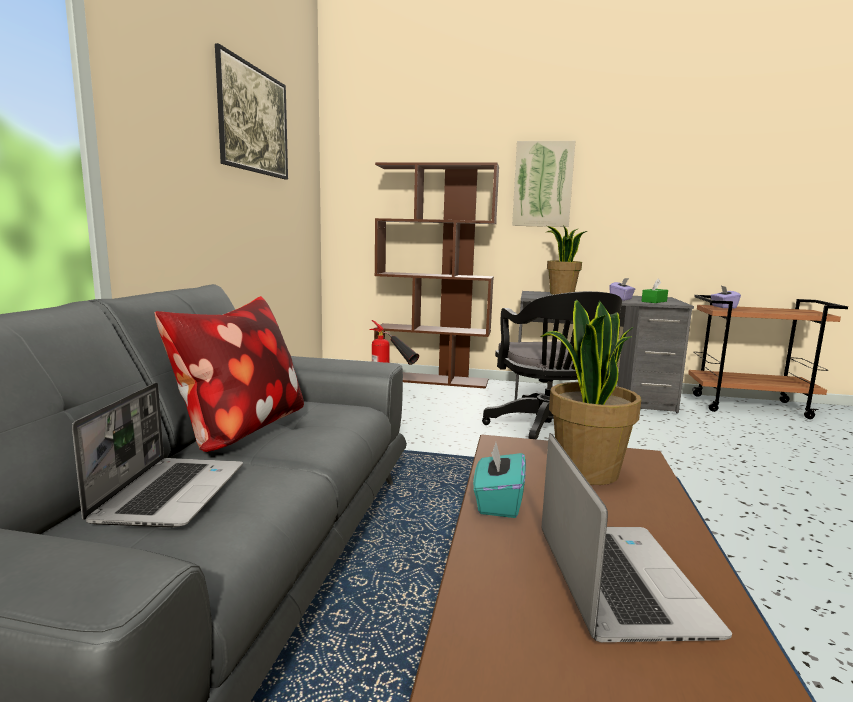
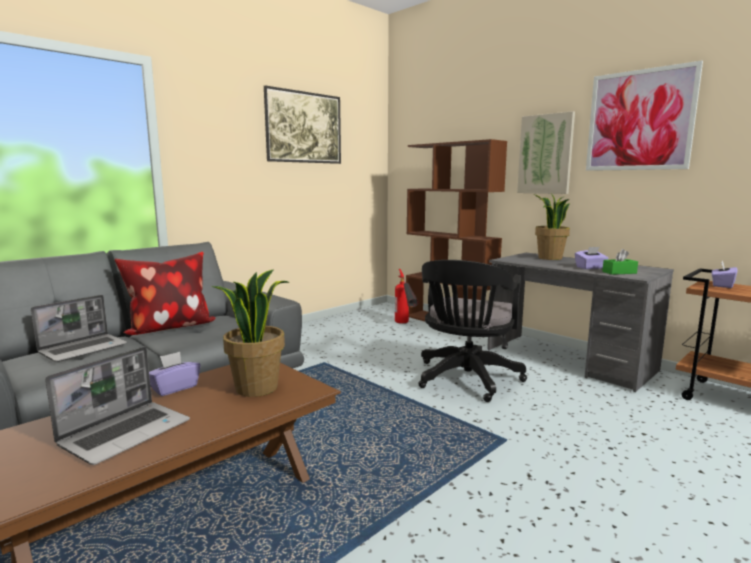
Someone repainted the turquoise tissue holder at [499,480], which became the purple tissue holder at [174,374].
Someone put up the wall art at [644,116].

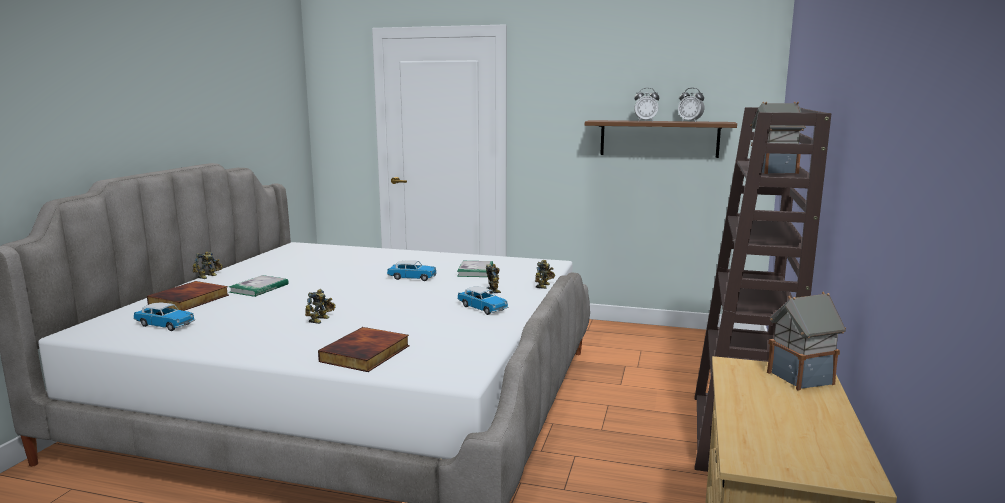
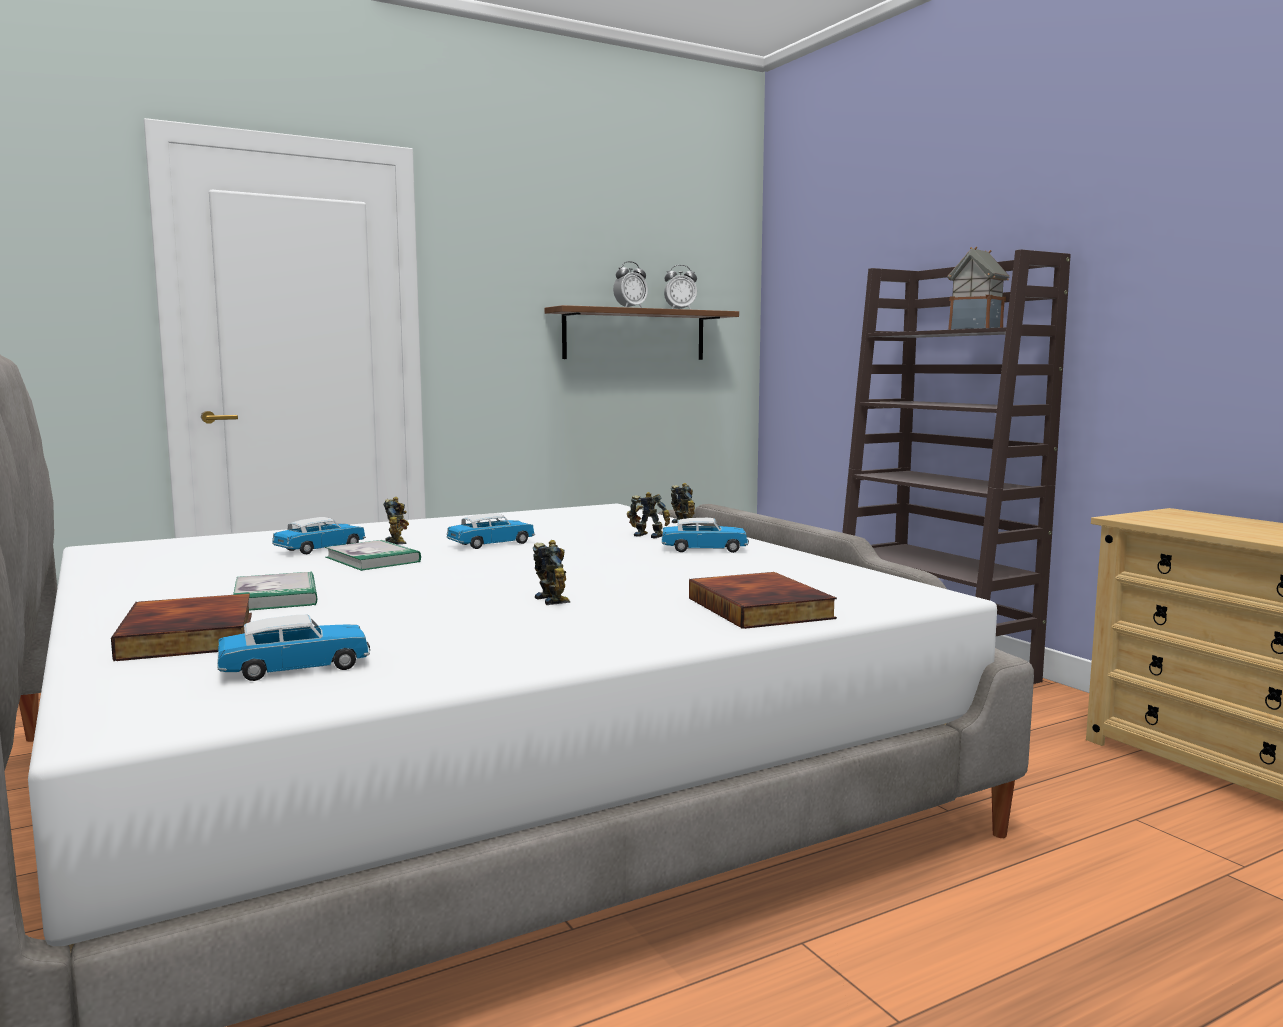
Someone put down the toy car at [319,535].
Someone carried the bound book from [475,269] to [373,555].
Someone carried the robot figure from [207,265] to [396,520].
Someone took away the toy house at [806,340].

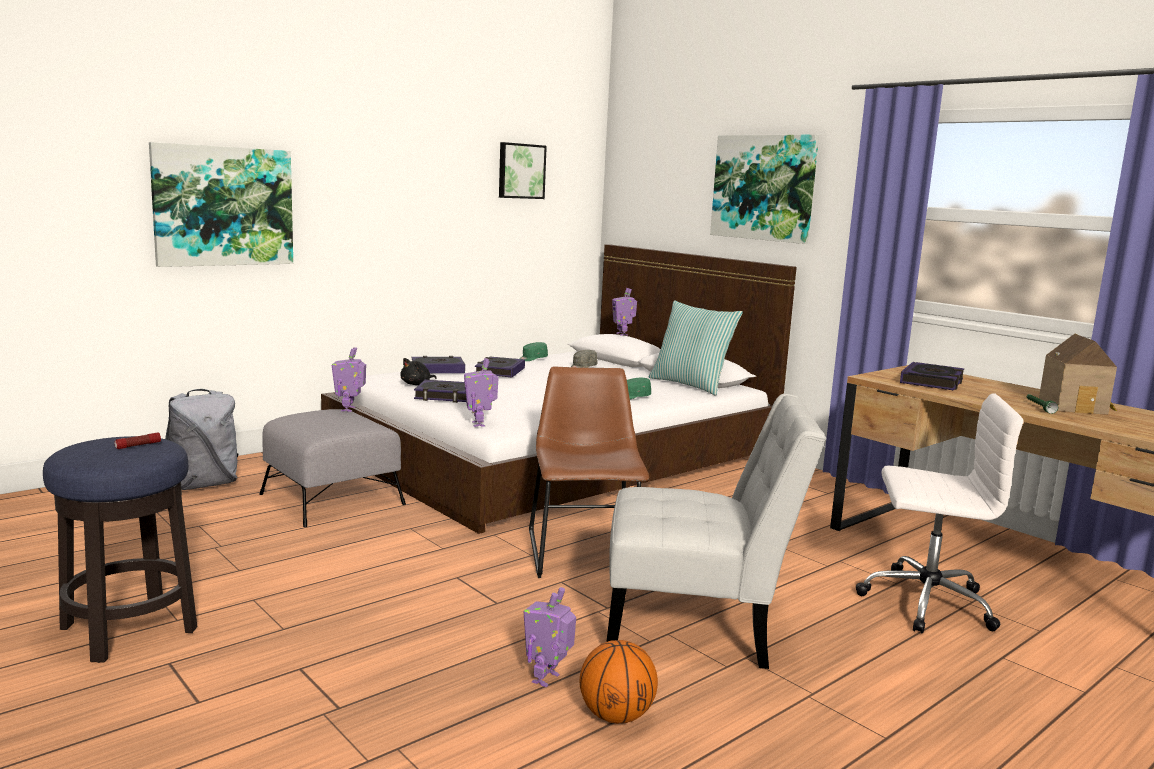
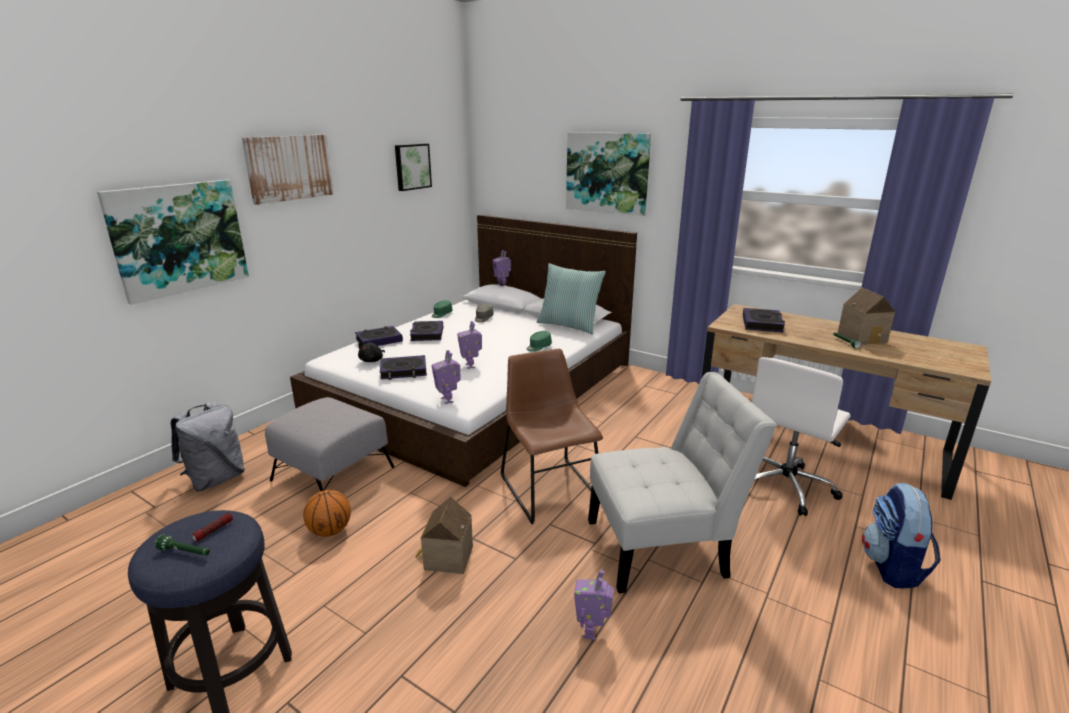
Someone put down the green hand torch at [182,545].
Someone put up the wall art at [288,170].
Someone carried the basketball from [619,682] to [327,513].
Someone put down the toy house at [444,535].
Someone carried the robot figure from [349,379] to [469,345].
Someone rotated the white-coloured office chair at [940,513] by 135 degrees clockwise.
Someone put down the backpack at [901,535].

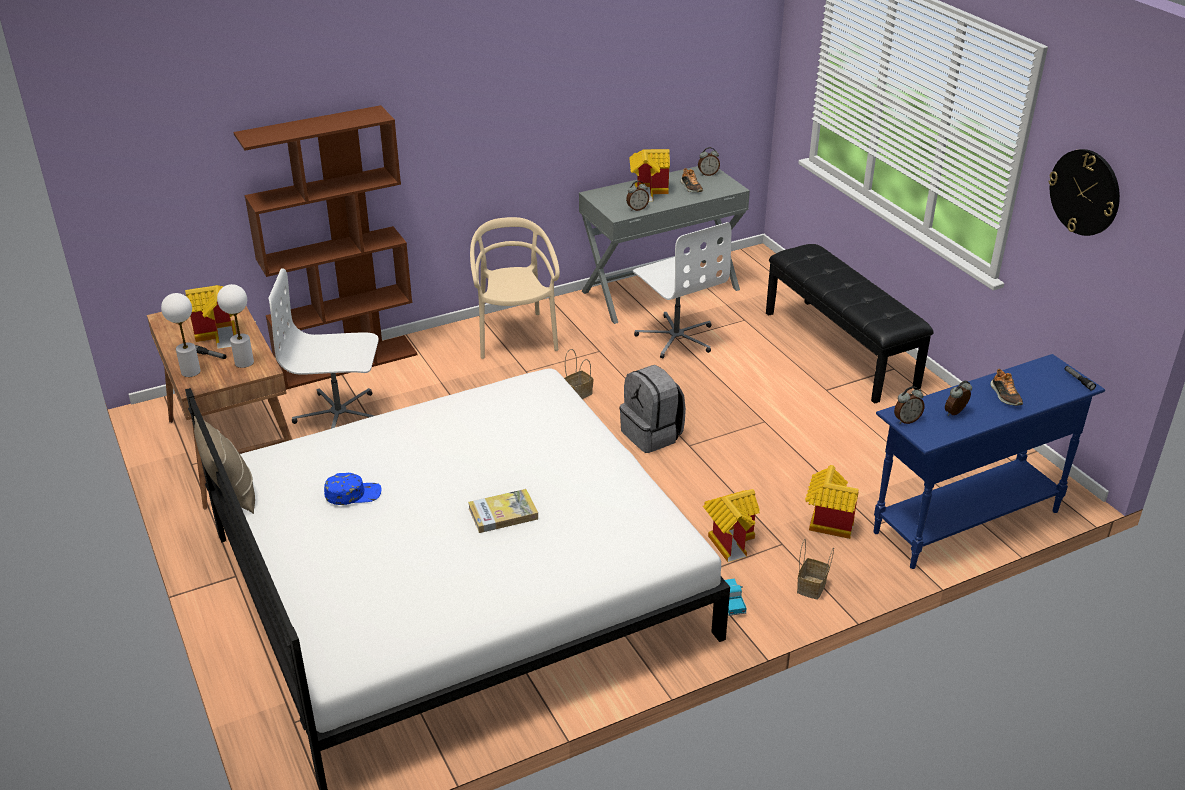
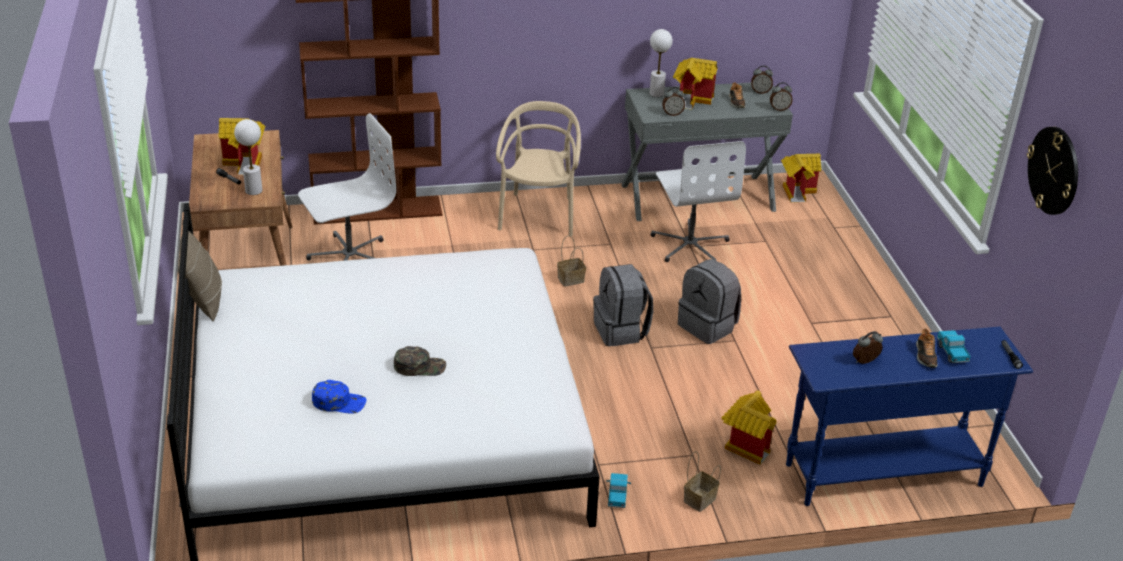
Someone rotated the white-coloured office chair at [323,348] by 135 degrees clockwise.
Someone carried the blue peaked cap from [353,489] to [339,397].
Someone swapped the bound book at [503,511] for the green peaked cap at [420,361].
Someone carried the white-coloured table lamp from [181,335] to [661,63].
Someone put down the greyish backpack at [709,301].
Someone carried the table clock from [909,405] to [781,96].
Someone carried the toy house from [731,525] to [801,178].
Someone put down the toy lorry at [954,346].
Someone took away the blackish indoor bench at [850,324].

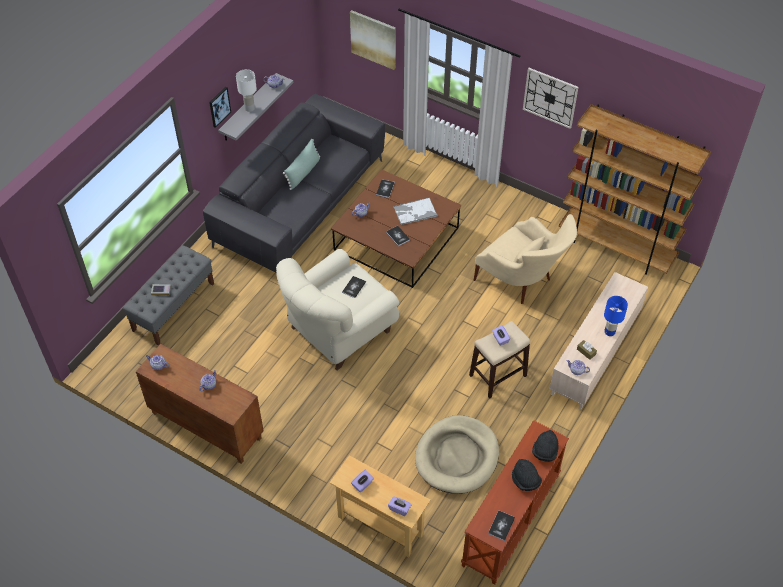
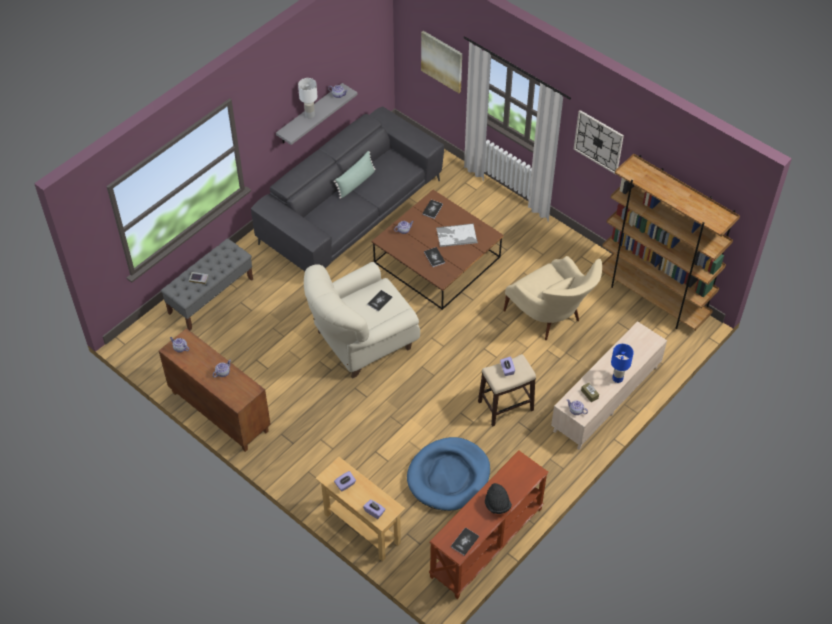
Someone repainted the beige dog cushion at [457,454], which became the blue dog cushion at [448,474].
Someone took away the wall art at [220,107].
Someone took away the blackish clothing hat at [545,446].

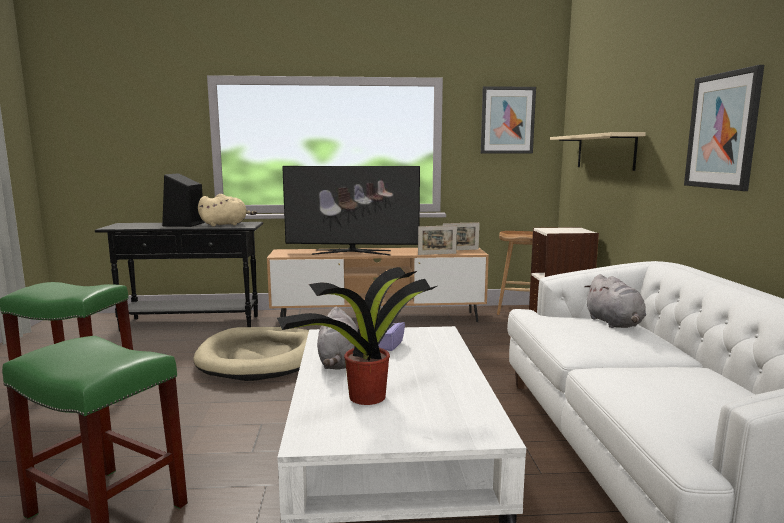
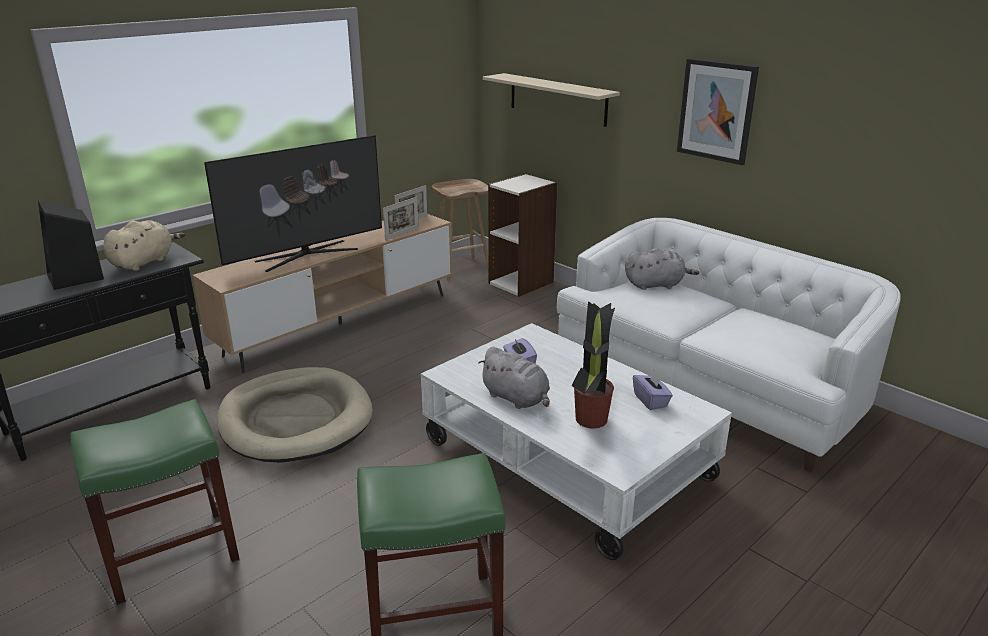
Someone rotated the greyish soft toy at [615,301] by 45 degrees counterclockwise.
Someone put down the purple tissue holder at [653,390].
Someone took away the wall art at [508,120].

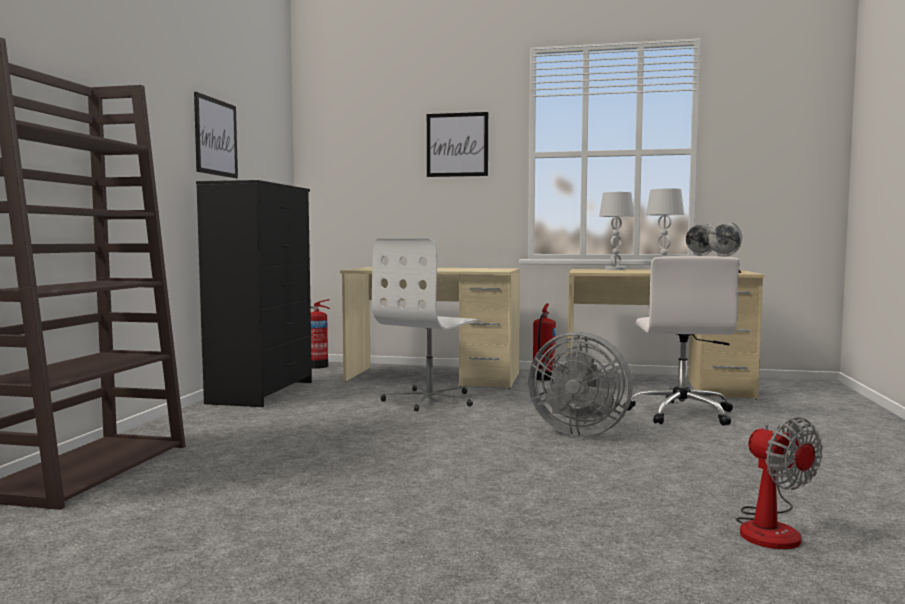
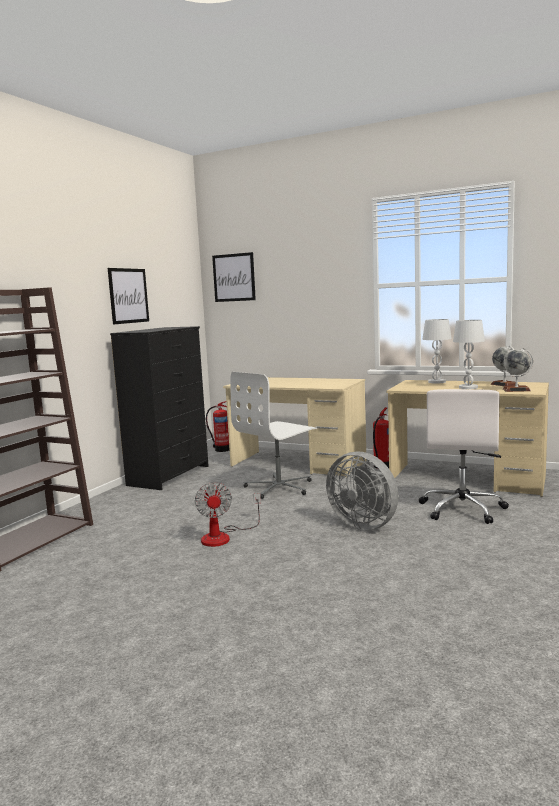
Someone carried the fan from [779,483] to [228,514].
Someone carried the wall art from [457,144] to [234,277].

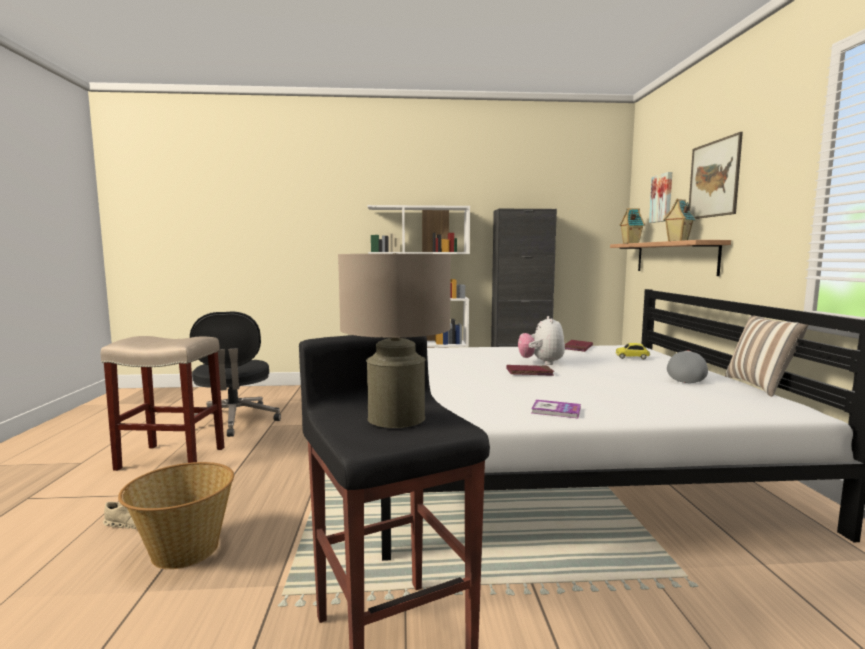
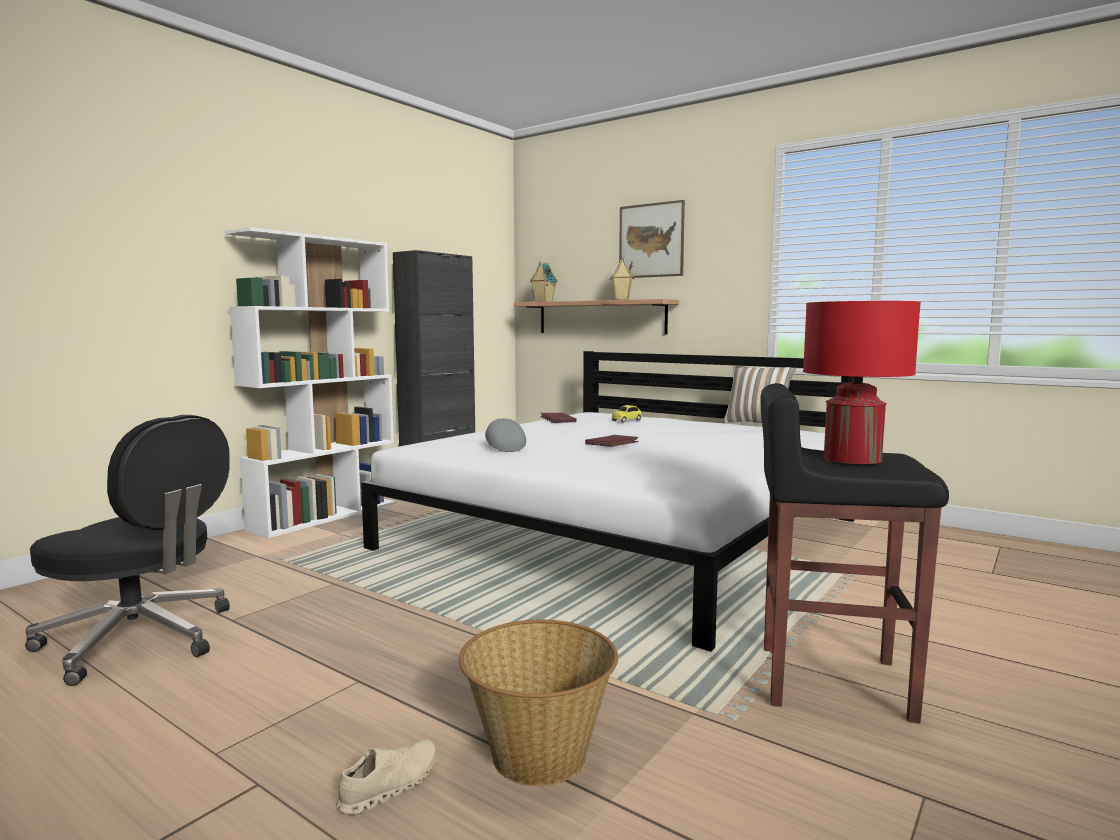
Someone carried the greyish peaked cap from [687,367] to [505,435].
Someone repainted the beige table lamp at [394,340], which became the red-coloured table lamp at [862,382].
Someone took away the beige stool at [162,403].
Someone took away the soft toy at [541,340].
Someone took away the bound book at [556,409].
Someone took away the wall art at [660,197].

